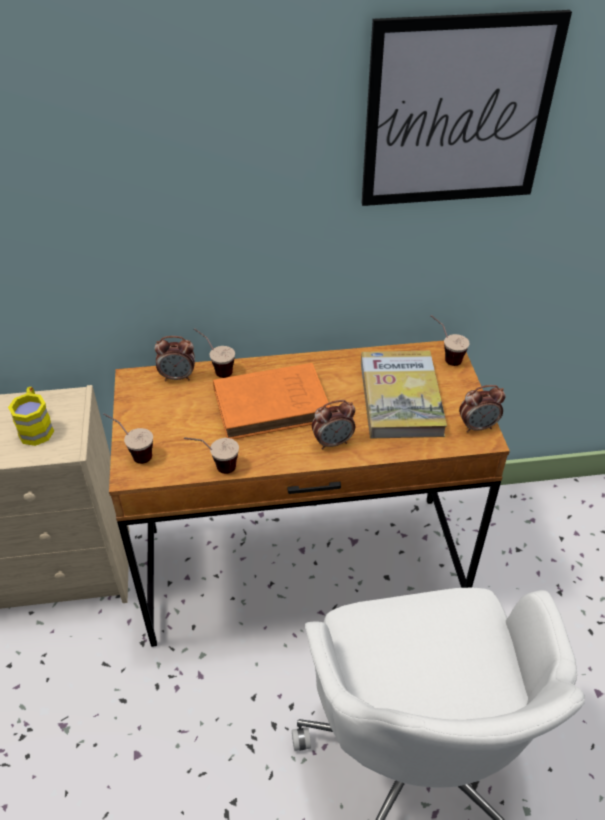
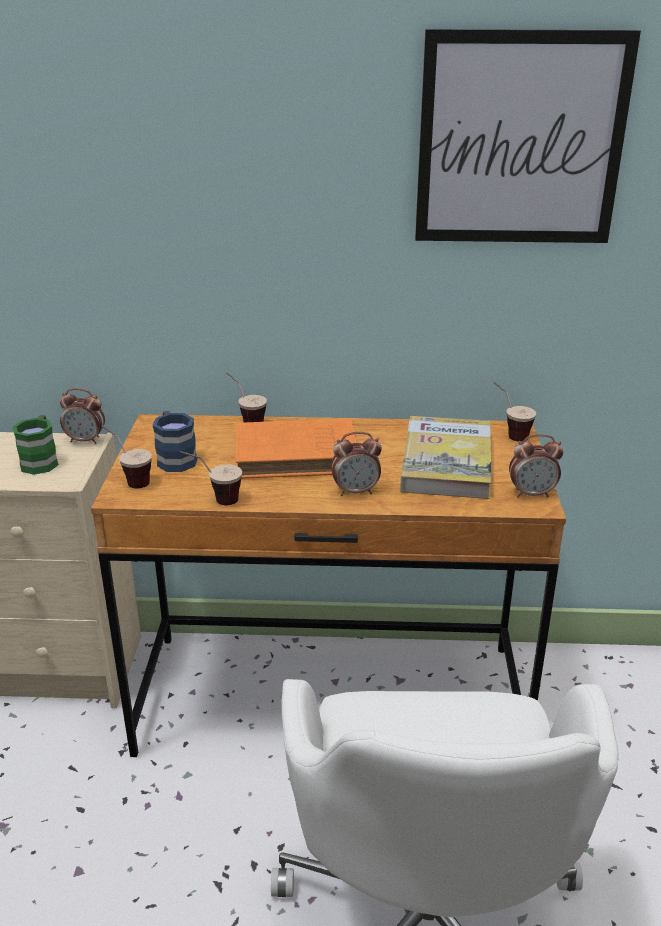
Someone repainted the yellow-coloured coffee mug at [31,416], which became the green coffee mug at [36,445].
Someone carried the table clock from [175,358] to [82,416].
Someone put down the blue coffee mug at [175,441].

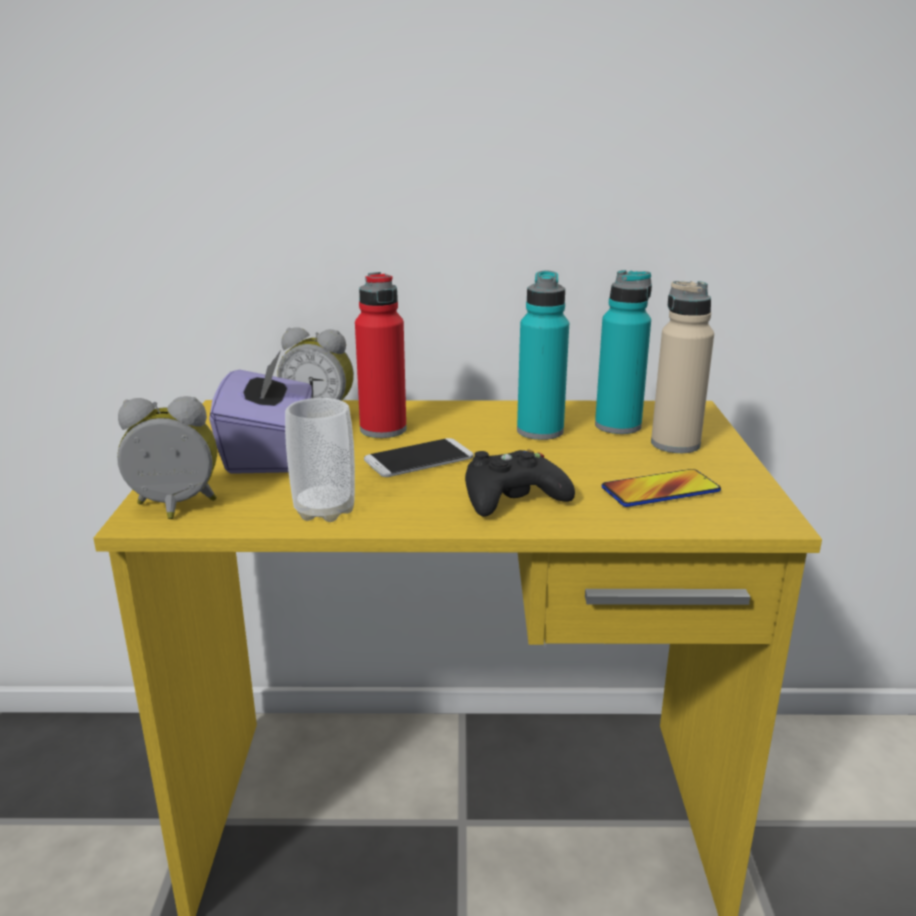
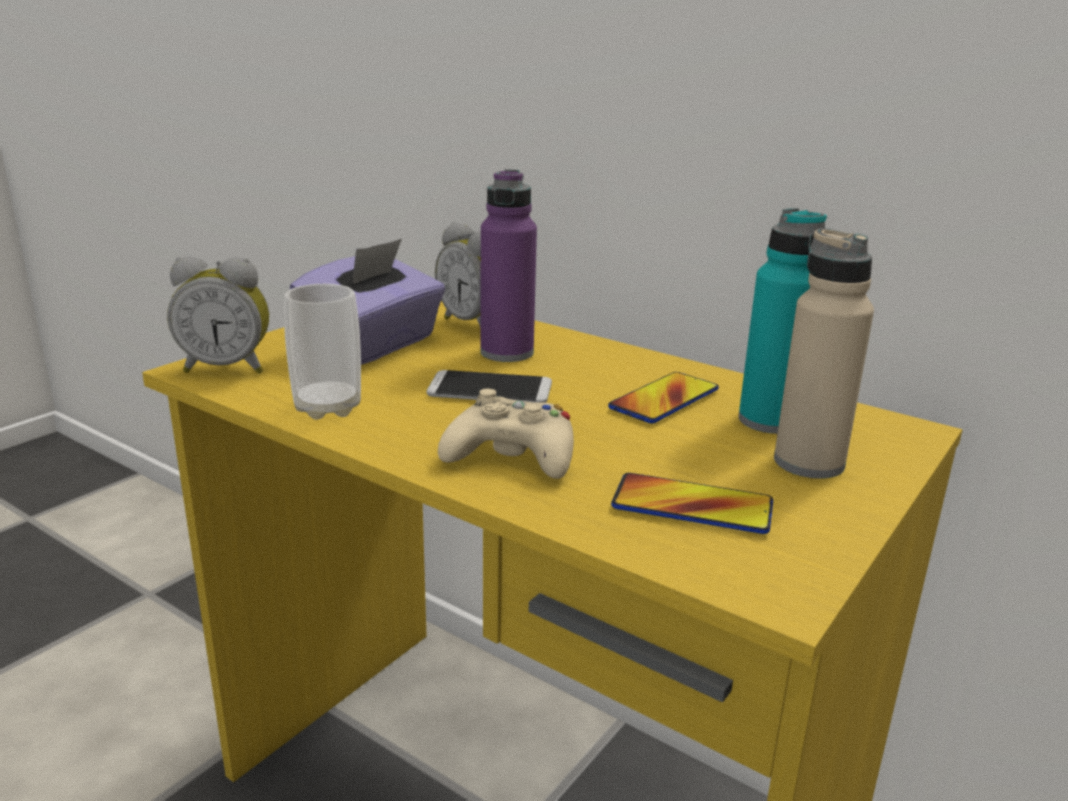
Someone rotated the table clock at [167,457] by 150 degrees clockwise.
Someone repainted the blackish game controller at [520,483], which became the beige game controller at [506,434].
Someone repainted the red-coloured bottle at [380,355], which became the purple bottle at [509,265].
Someone swapped the turquoise bottle at [543,355] for the phone at [663,397].

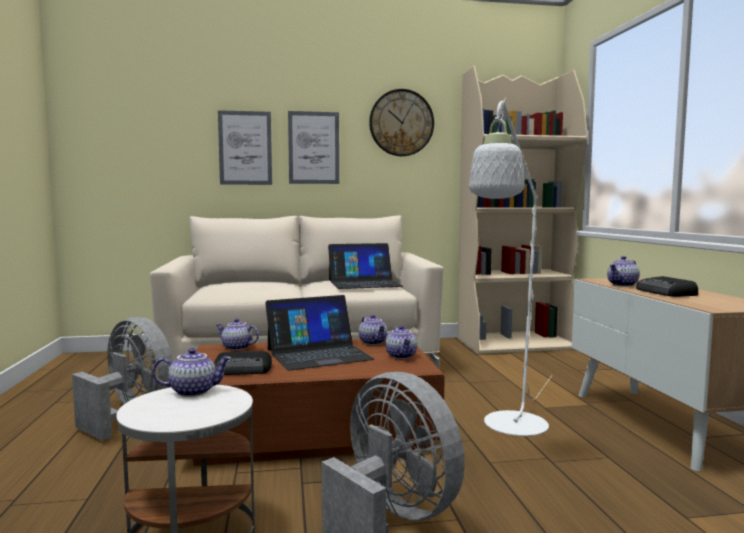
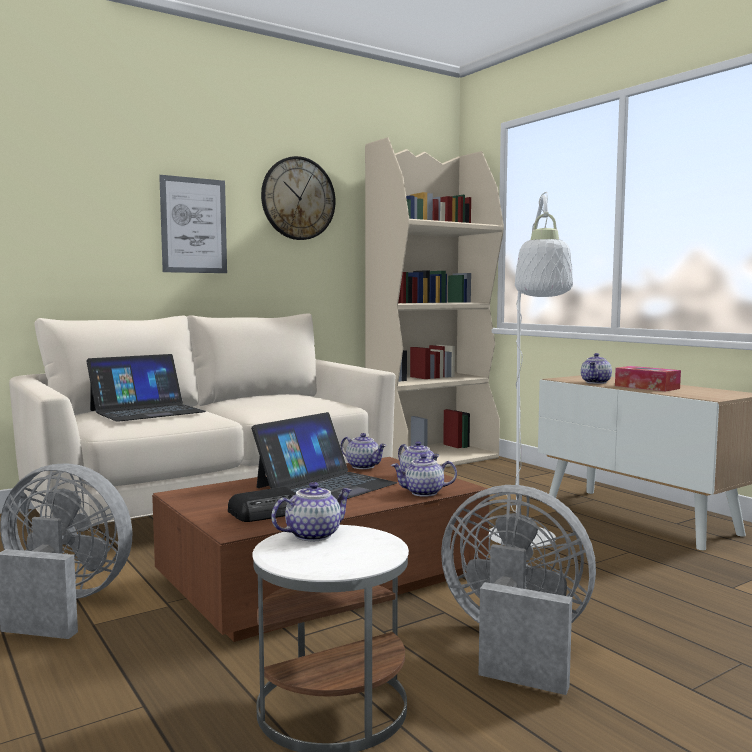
Someone carried the laptop from [365,266] to [146,388].
Someone carried the pot for tea from [237,334] to [424,475].
Someone swapped the radio set at [667,286] for the tissue holder at [648,378].
Someone took away the wall art at [245,147].

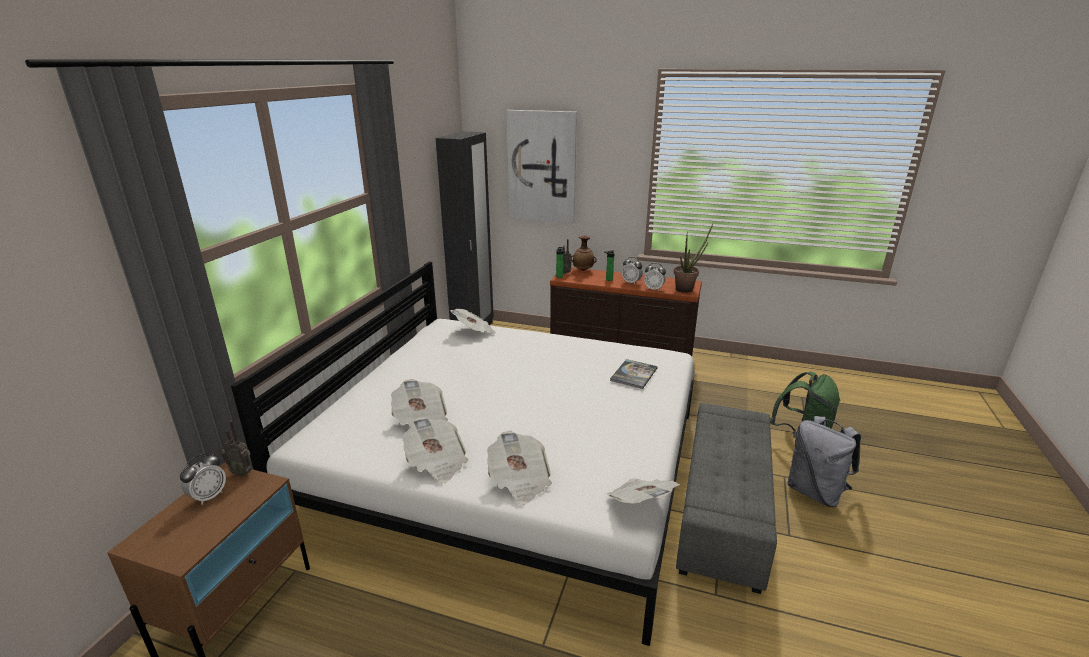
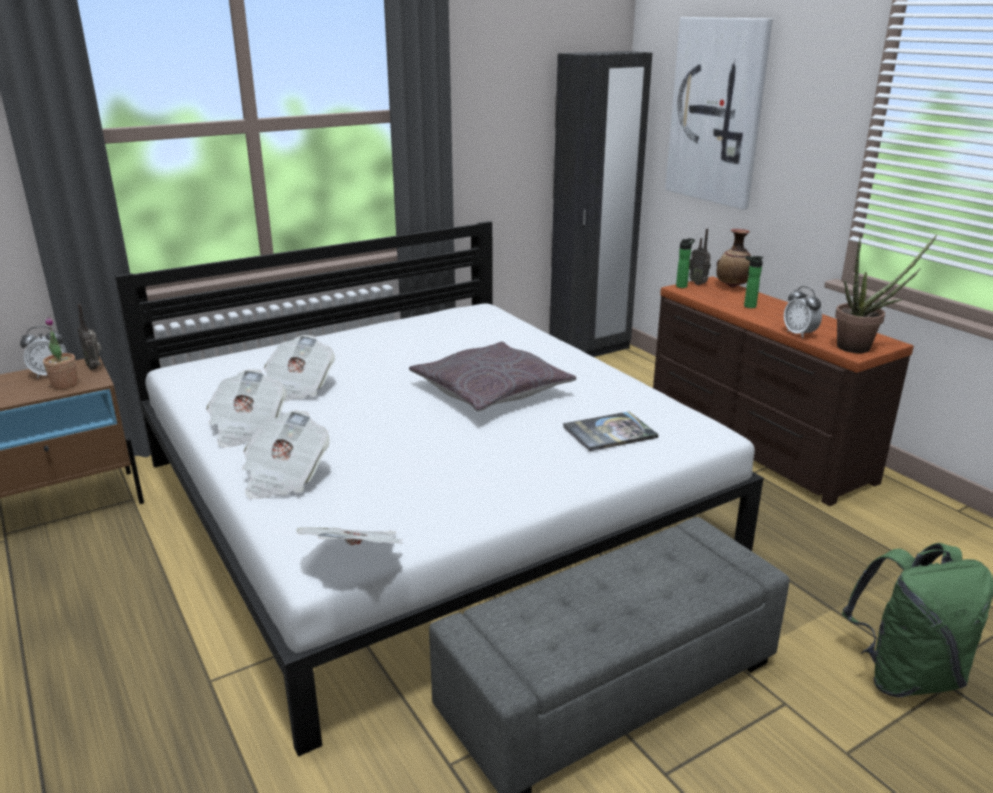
Someone put down the potted plant at [60,353].
Someone put down the greyish cushion at [492,376].
Someone took away the newspaper at [473,321].
Someone took away the table clock at [632,270].
Someone took away the greyish backpack at [824,461].

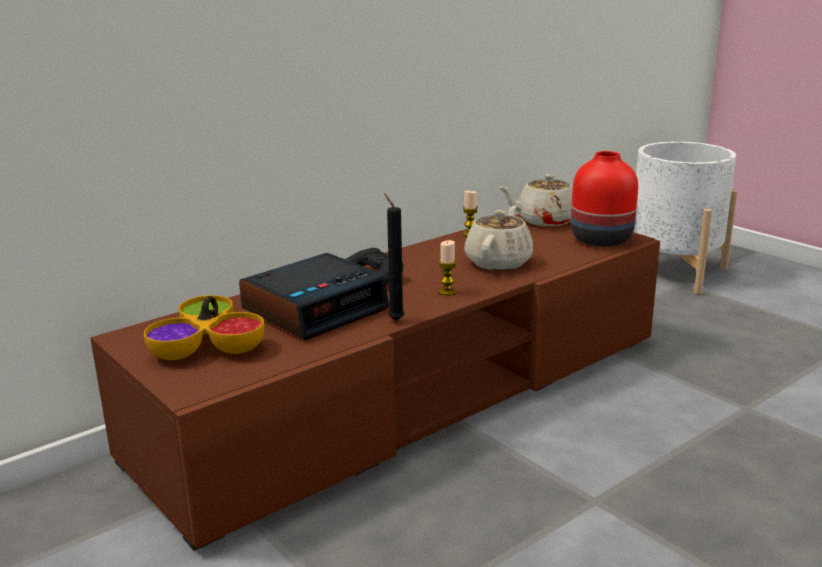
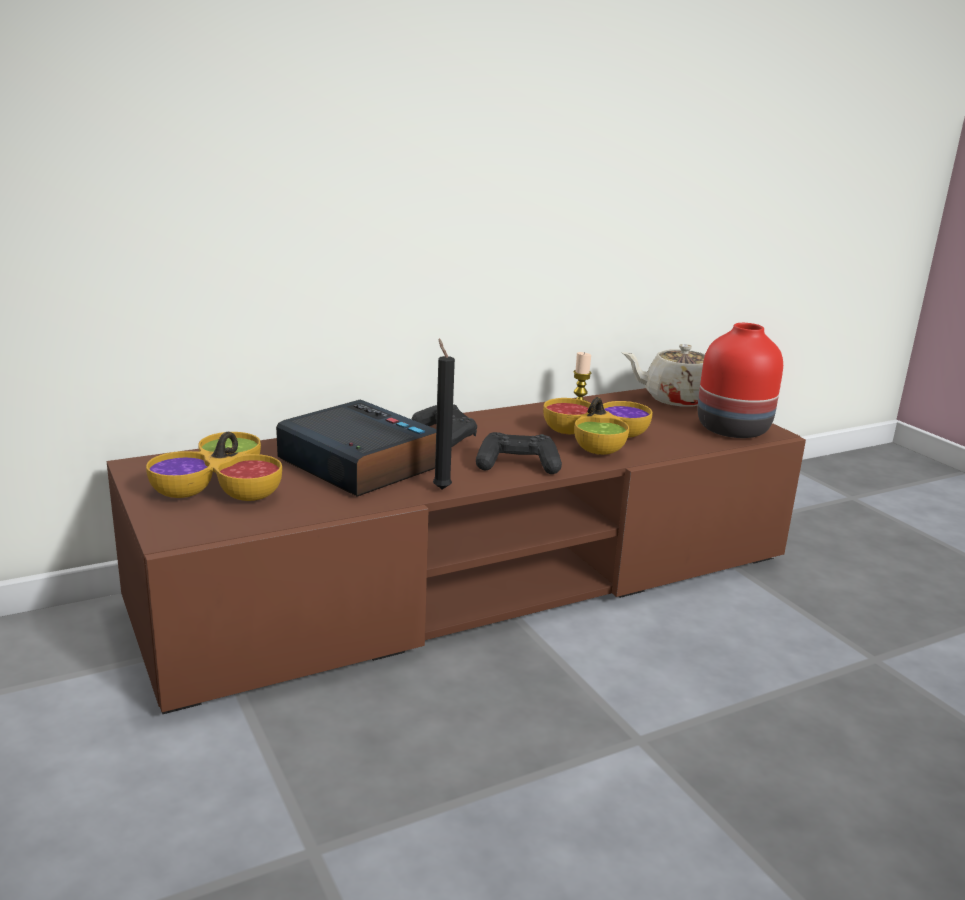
Someone rotated the table clock at [314,296] by 105 degrees counterclockwise.
Someone swapped the wax candle at [448,268] for the blackish game controller at [519,453].
Someone swapped the beige pot for tea at [498,237] for the serving bowl at [597,426].
Someone took away the white-coloured flower pot at [685,218].

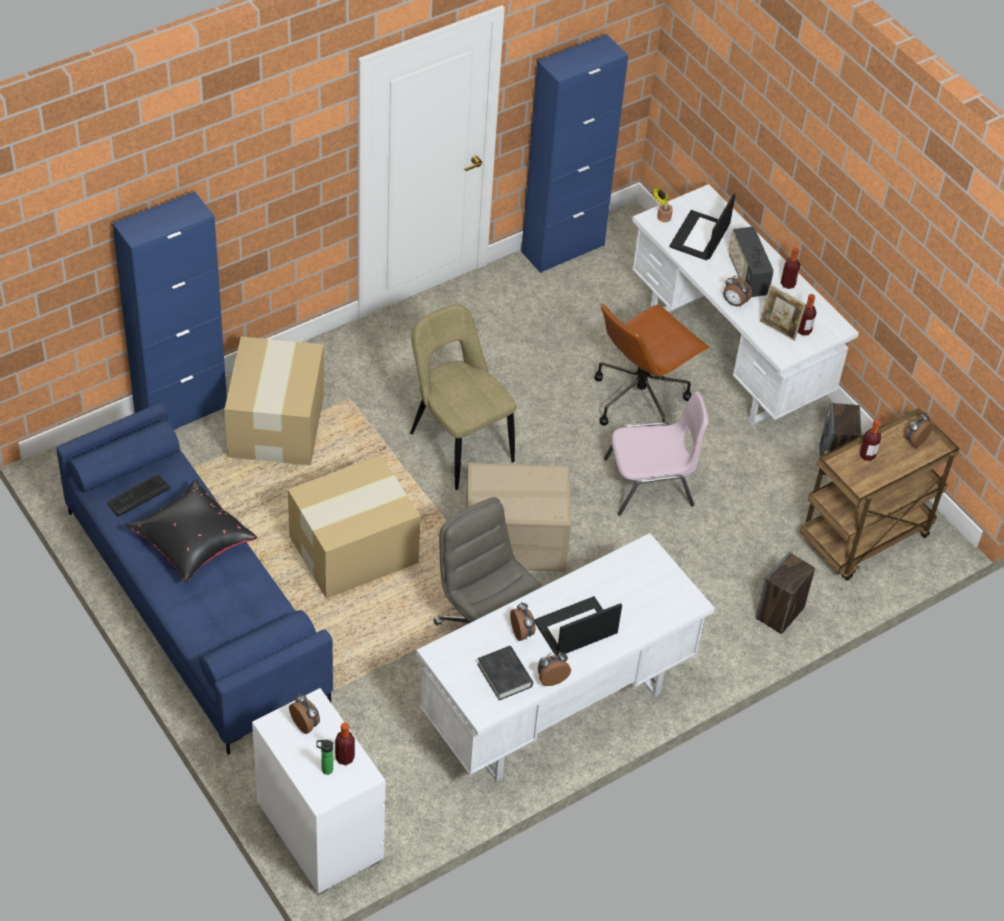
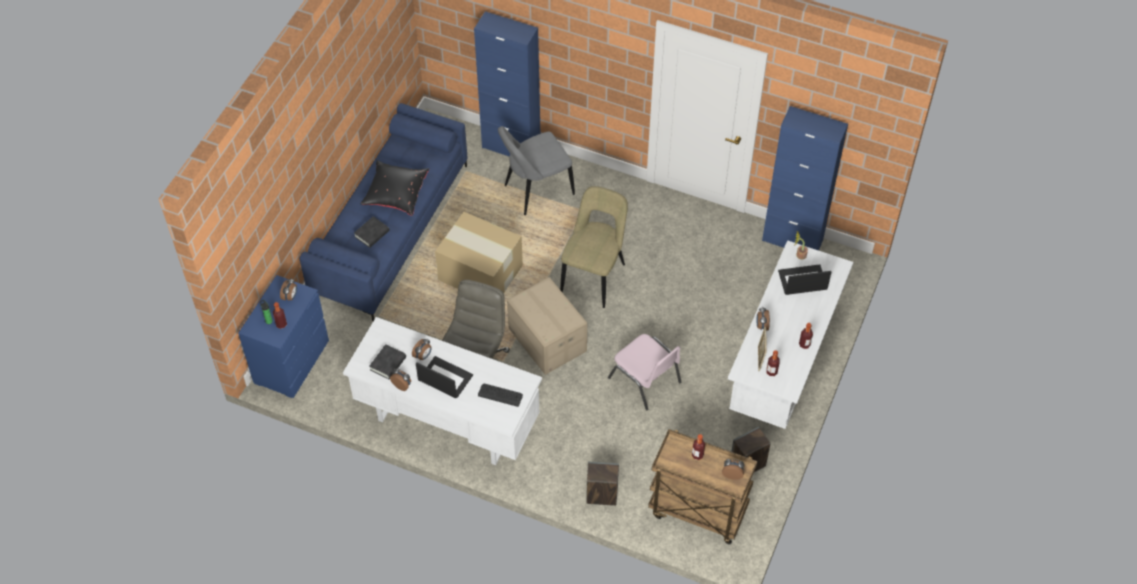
Someone repainted the white-coloured dresser at [319,791], which became the blue dresser at [283,336].
Someone put down the blackish bound book at [372,232].
Someone carried the keyboard from [138,496] to [500,395].
Someone swapped the packing box at [274,400] for the greyish plain chair at [536,170].
Someone took away the brownish office chair at [652,365].
Someone took away the radio set at [751,261].

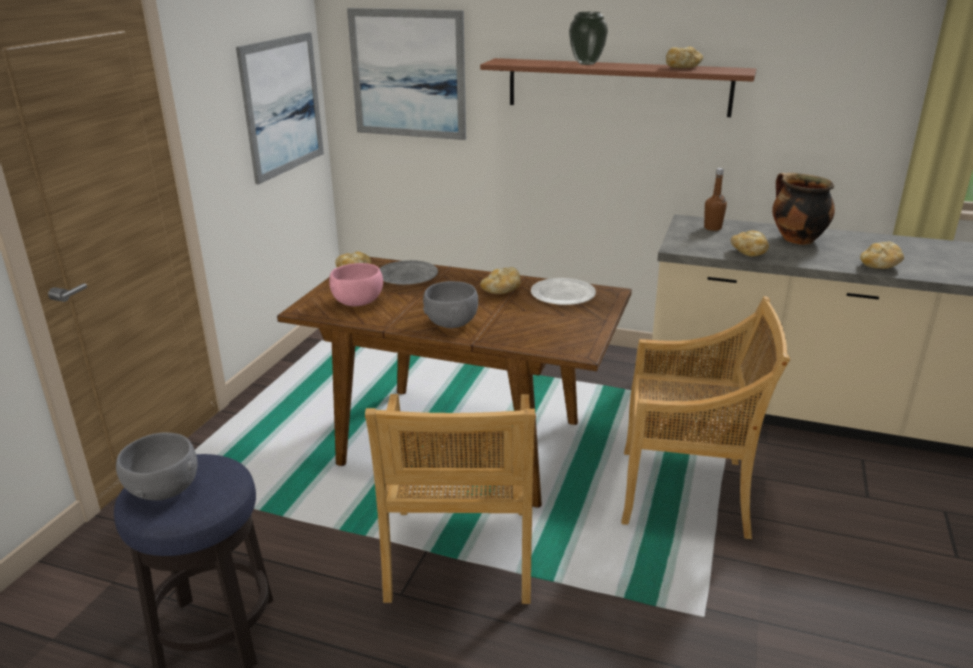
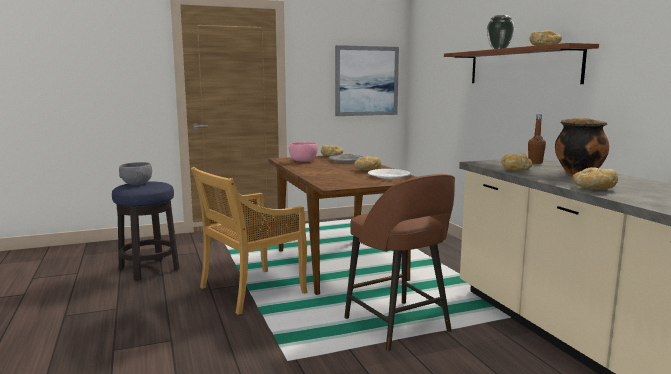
Someone swapped the beige plain chair at [705,417] for the brownish stool at [399,262].
Someone took away the wall art at [406,74].
Someone took away the greyish serving bowl at [450,304].

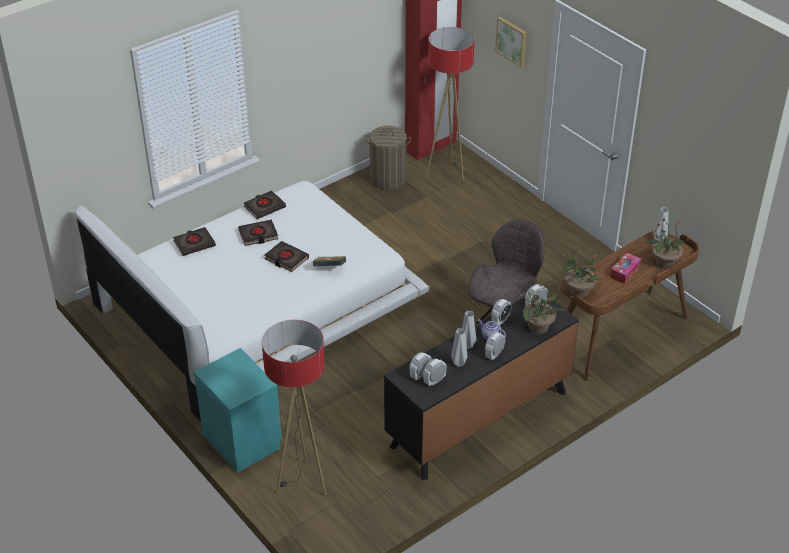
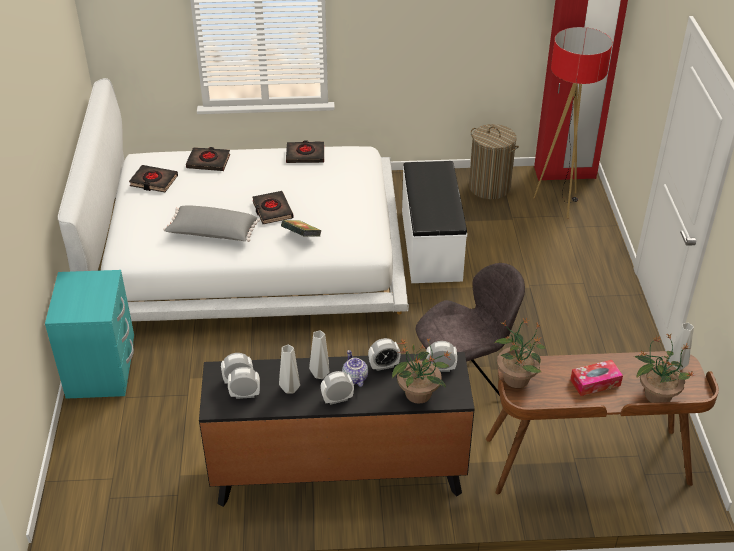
Someone carried the blackish bound book from [258,233] to [153,178].
Someone put down the greyish cushion at [211,224].
Someone put down the white-coloured indoor bench at [434,222].
Someone took away the floor lamp at [294,408].
Someone took away the wall art at [511,42].

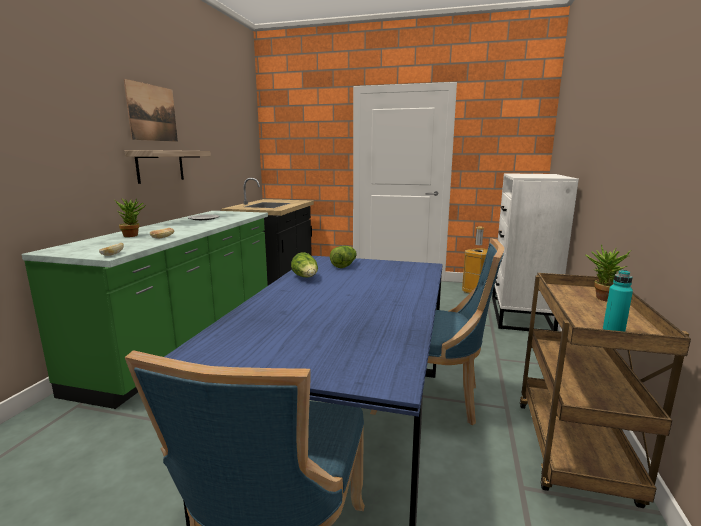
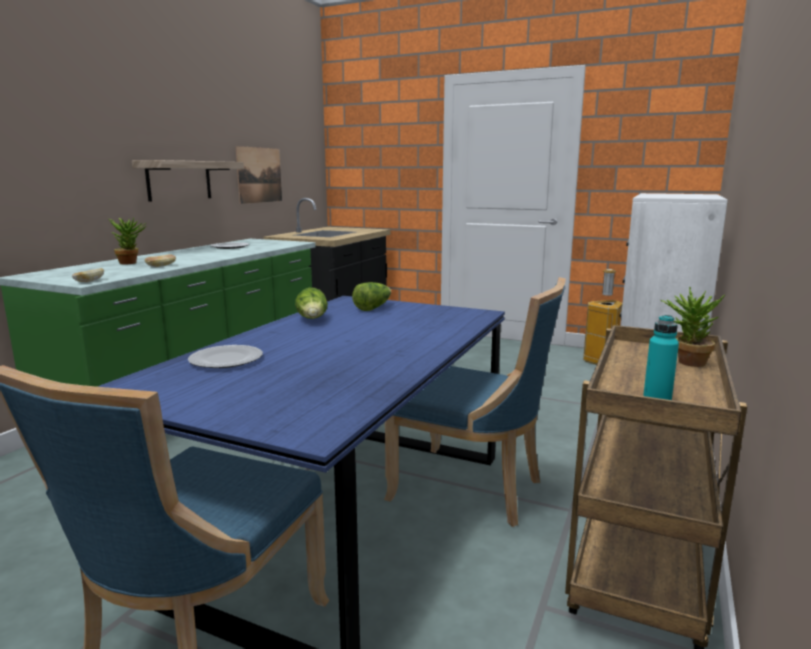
Someone put down the dinner plate at [225,356].
Someone carried the wall art from [151,110] to [258,175].

